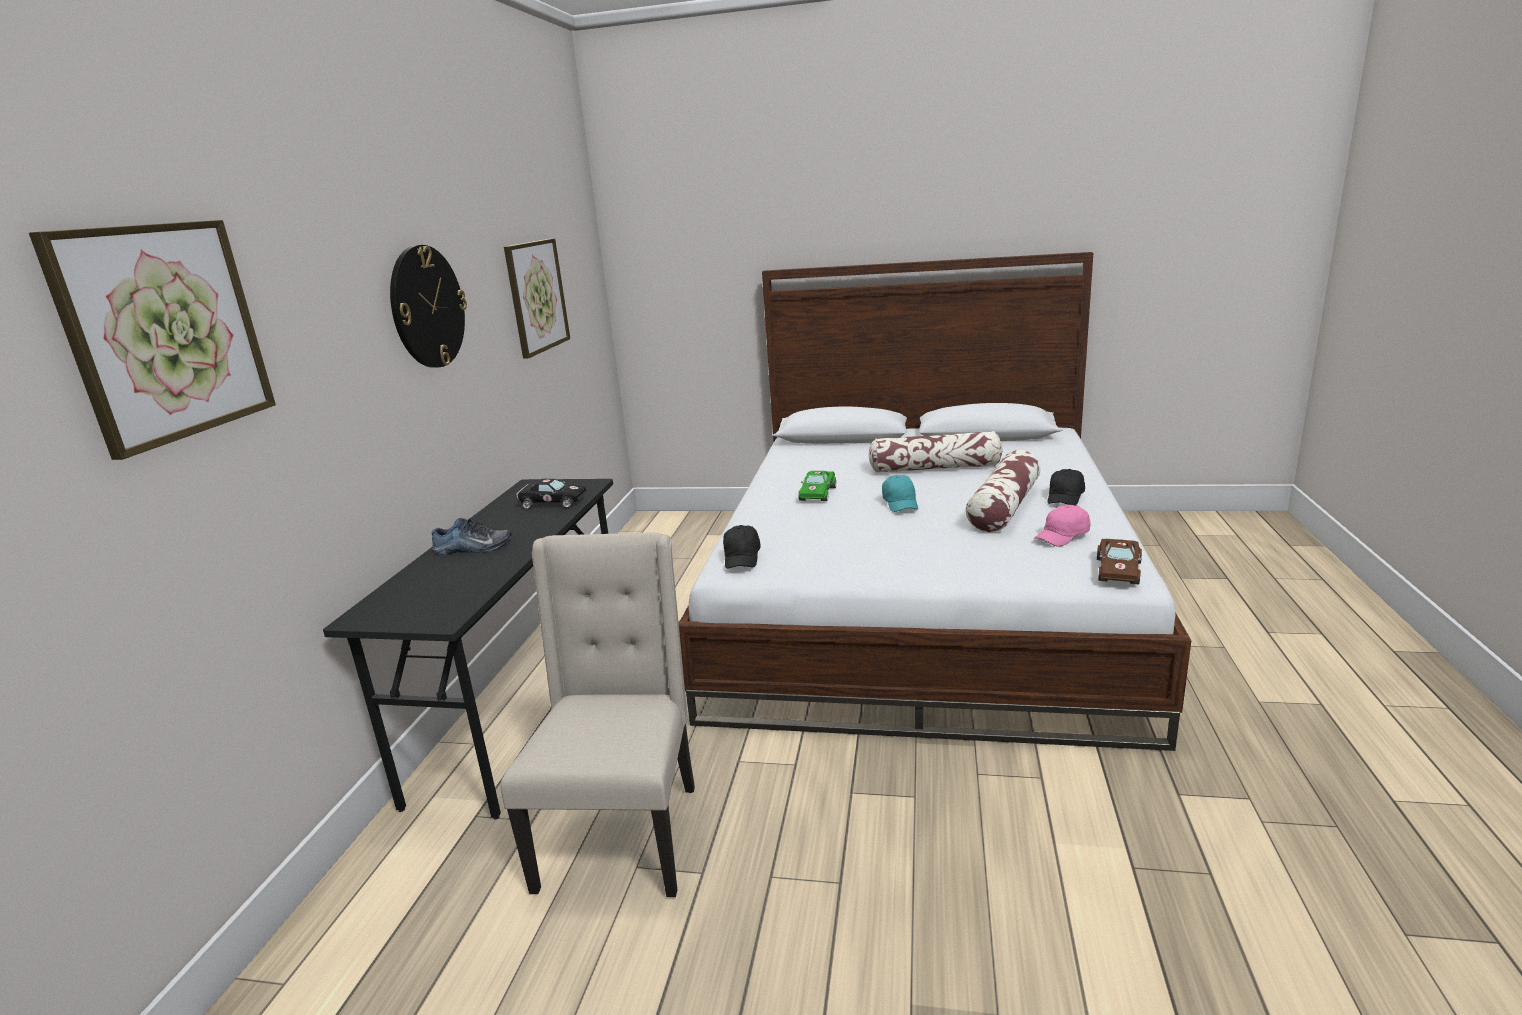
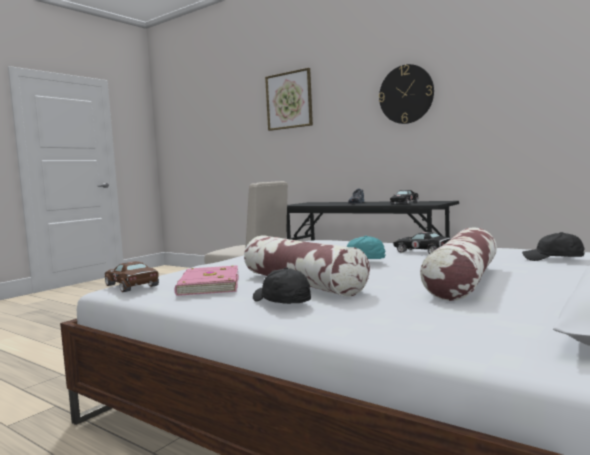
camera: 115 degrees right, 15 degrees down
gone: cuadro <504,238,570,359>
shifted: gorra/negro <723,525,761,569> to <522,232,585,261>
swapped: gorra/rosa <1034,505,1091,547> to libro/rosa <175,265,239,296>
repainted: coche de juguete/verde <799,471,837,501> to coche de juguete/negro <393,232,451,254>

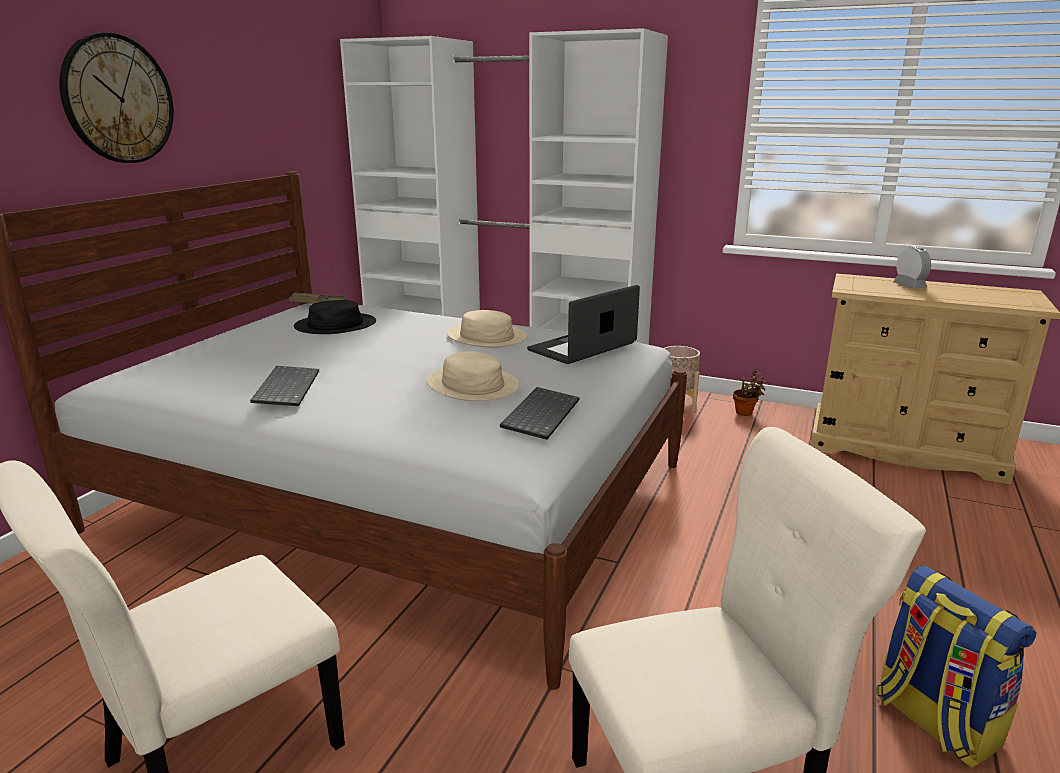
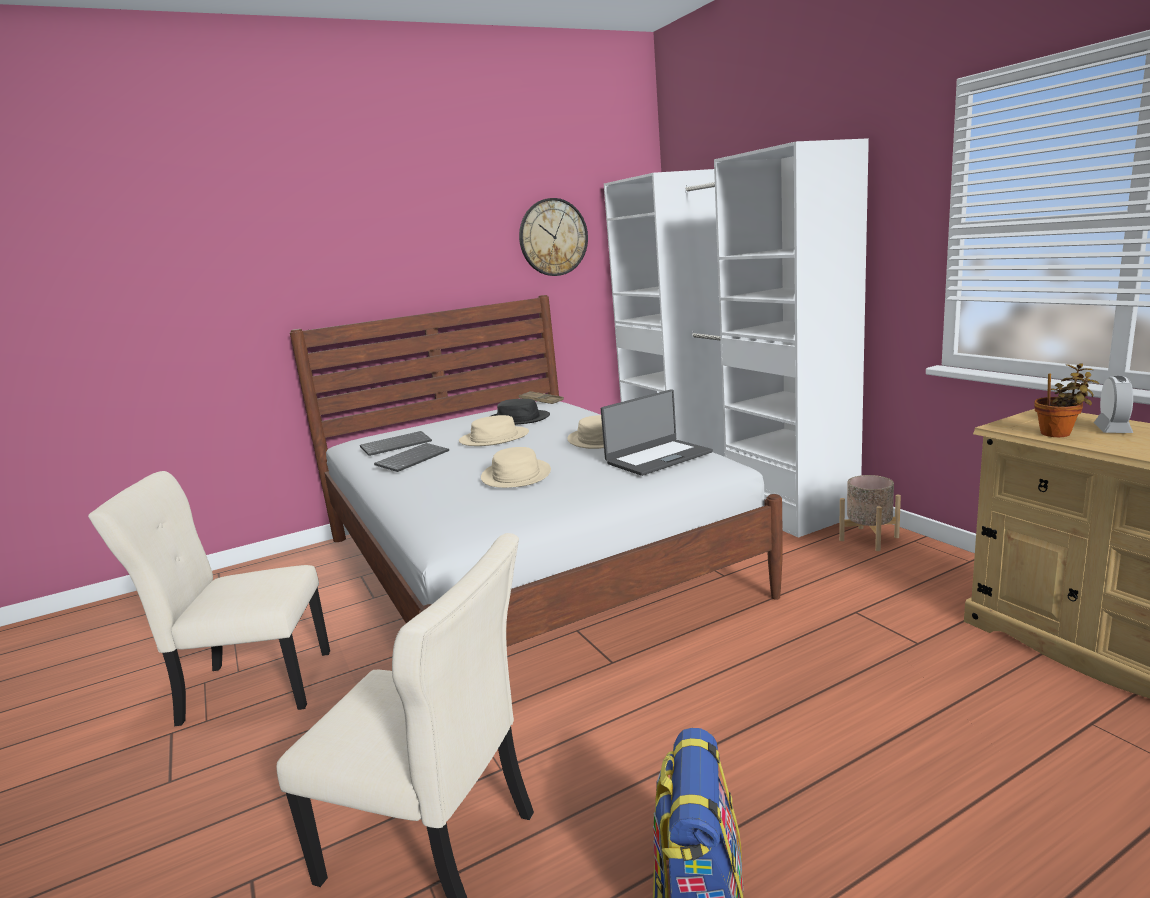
camera: 40 degrees right, 5 degrees down
new: sombrero/beis <459,415,529,446>
shifted: teclado <500,387,580,440> to <360,431,432,456>; reloj de pared <59,32,174,163> to <519,198,588,276>; planta en maceta <733,370,768,416> to <1035,364,1099,437>
rotated: portátil <527,285,640,364> = <601,389,713,476> 150 degrees clockwise

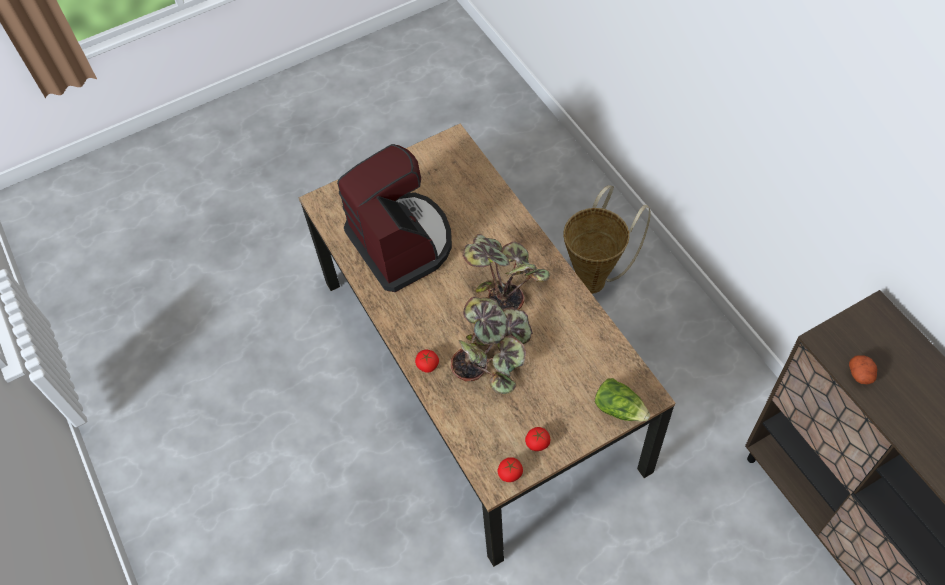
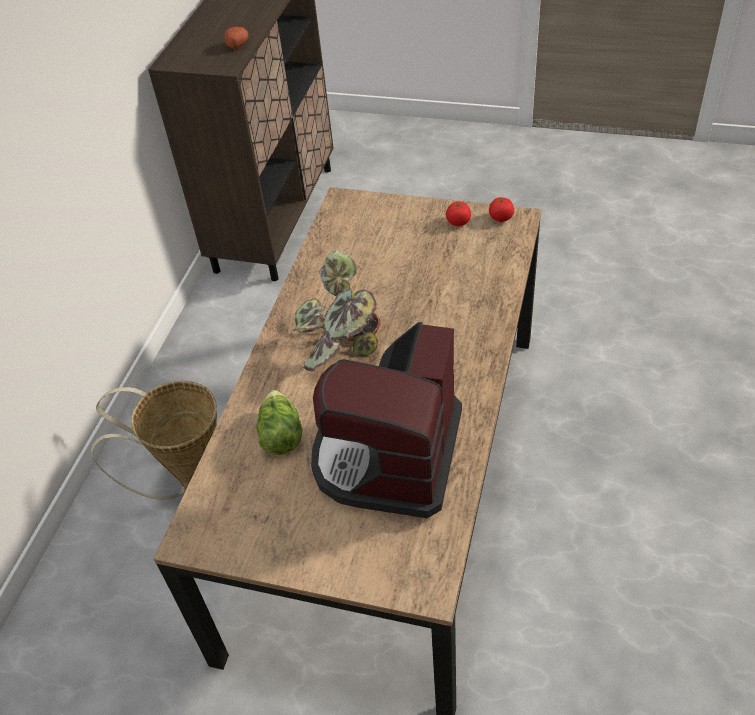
camera: 135 degrees left, 10 degrees down
gone: tomate <415,349,439,373>; planta en maceta <451,296,533,394>
shifted: lechuga <595,378,650,422> to <256,390,302,455>

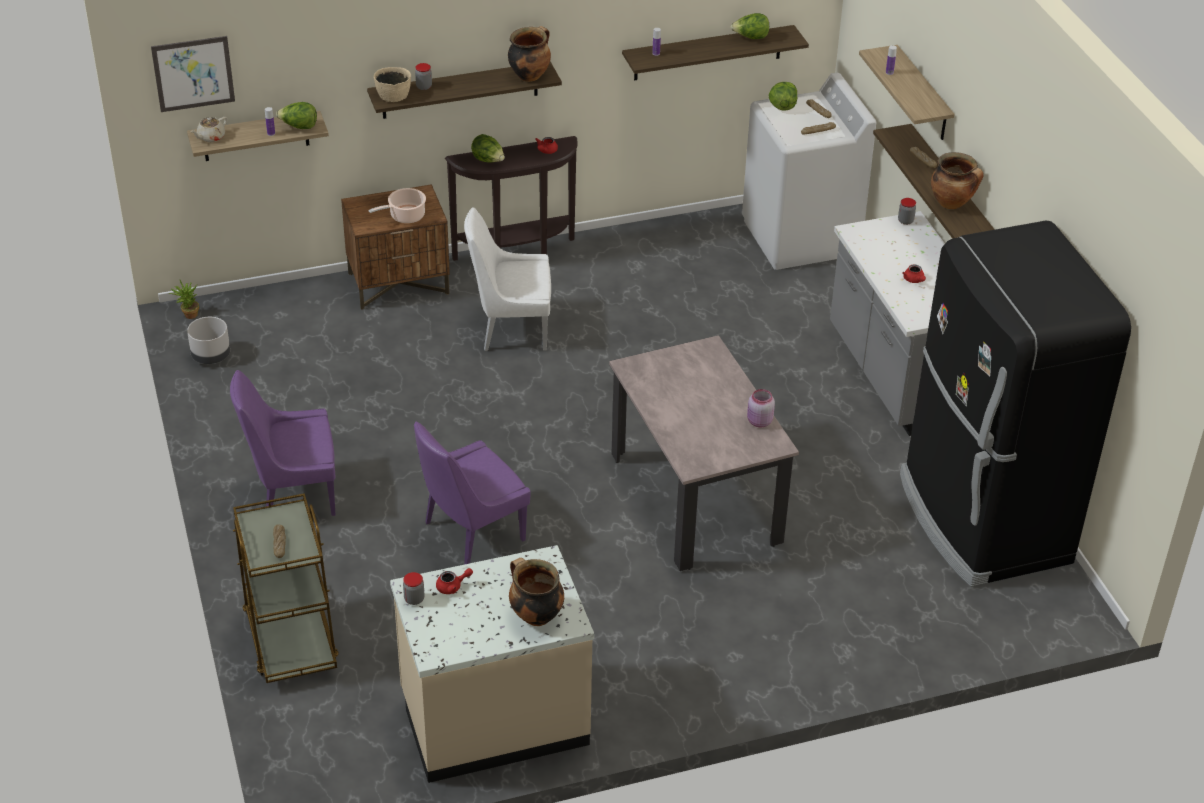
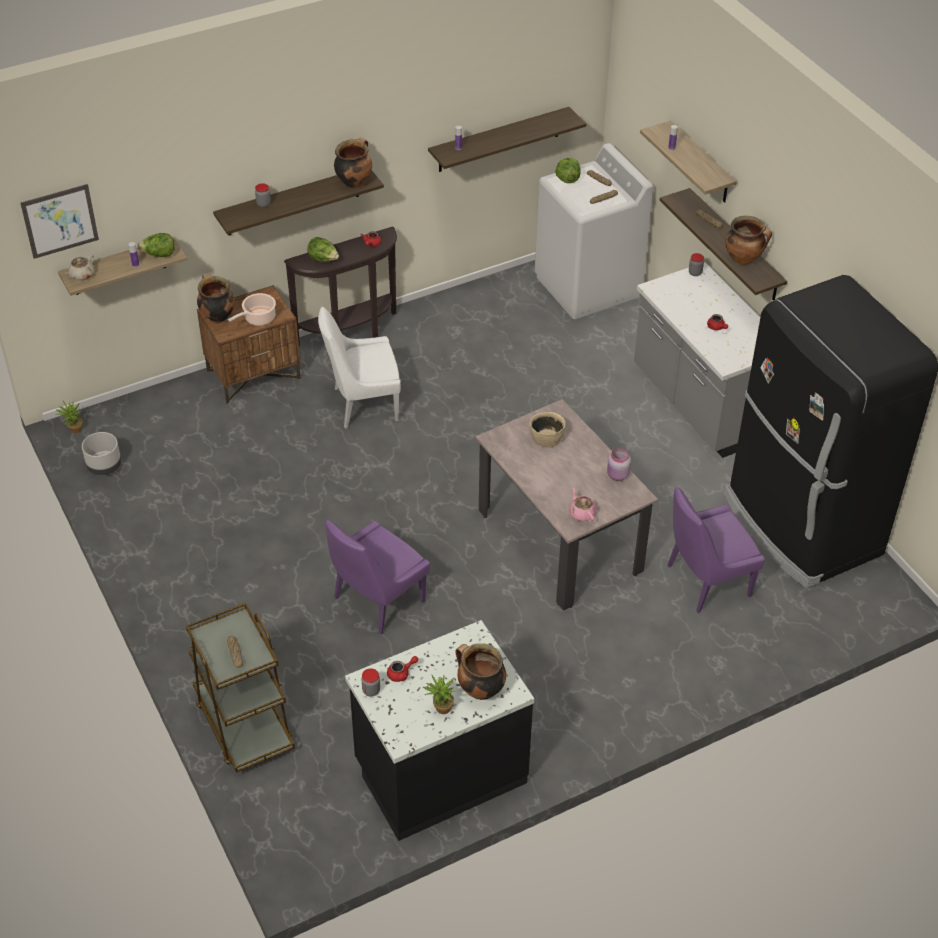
camera: 10 degrees left, 5 degrees up
gone: lechuga <731,13,769,39>
new: olla <197,274,235,323>; planta en maceta <423,674,456,714>; tetera/rosa <569,488,597,522>
shifted: cuenco/beis <374,67,411,102> to <530,412,566,448>; silla/morado <230,370,336,516> to <668,486,765,613>
repainted: mueble bajo de cocina/beis <390,545,594,783> to mueble bajo de cocina/negro <345,620,534,841>

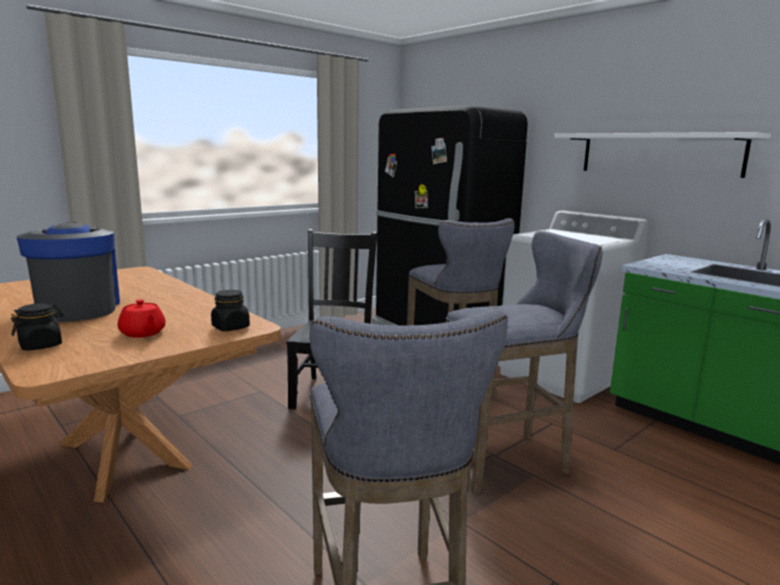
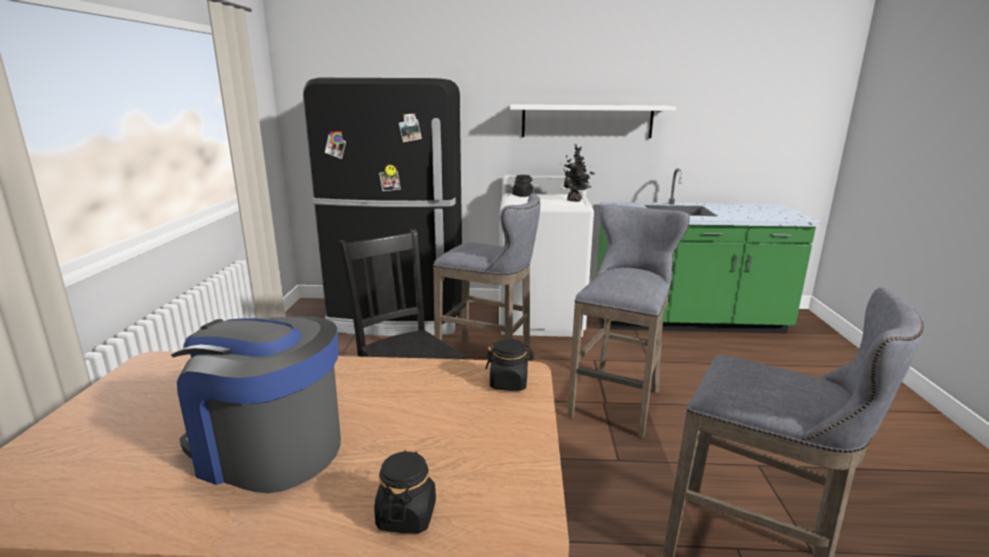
camera: 45 degrees left, 5 degrees up
gone: tetera/rojo <118,299,166,338>
new: tarro/negro <513,175,534,197>; planta en maceta <563,144,595,202>

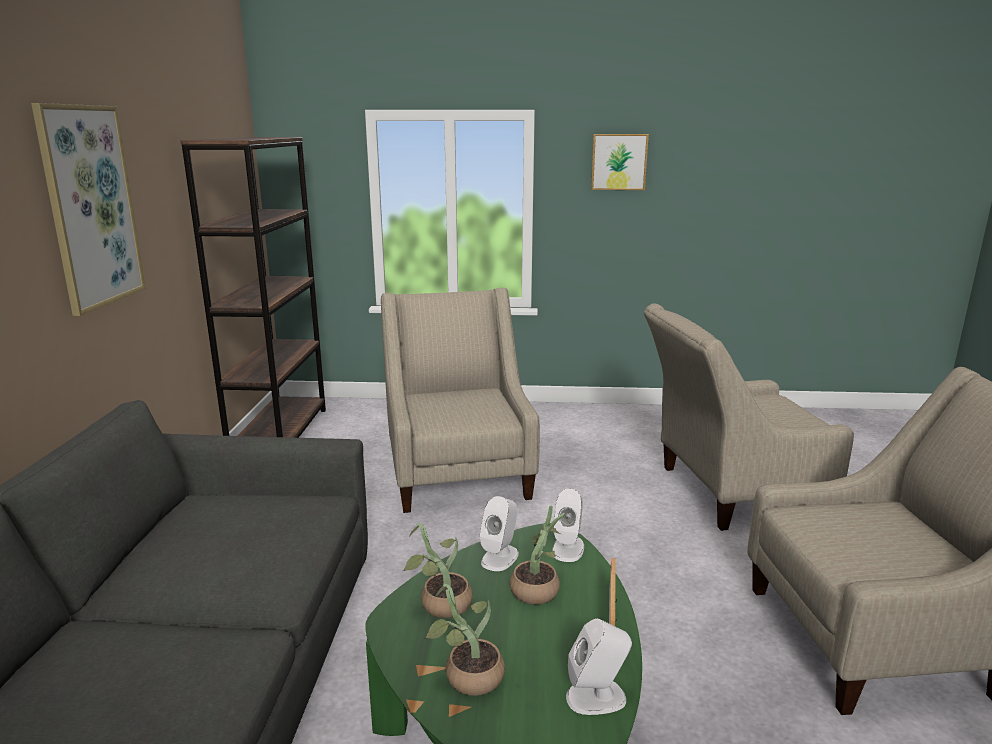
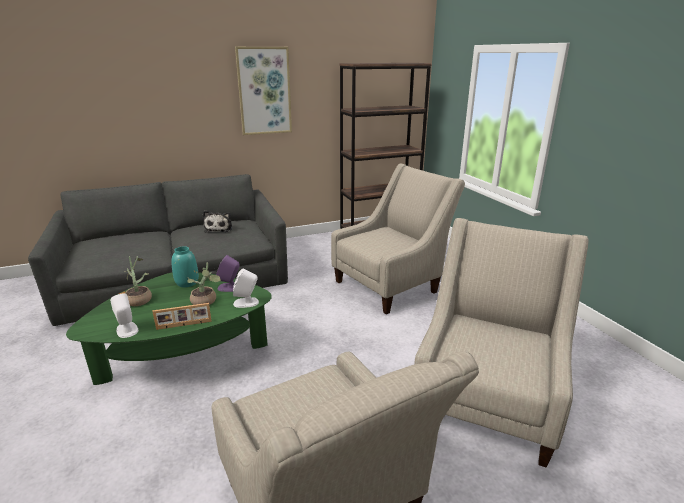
camera: 65 degrees right, 5 degrees up
gone: cuadro <591,134,649,190>
new: peluche <203,210,232,233>
swapped: planta en maceta <403,523,472,618> to florero/turquesa <172,246,199,287>
repainted: altavoz/blanco <479,496,519,571> to altavoz/morado <216,255,240,292>
rotated: sillón/beis <644,303,854,531> = <414,218,589,468> 60 degrees clockwise

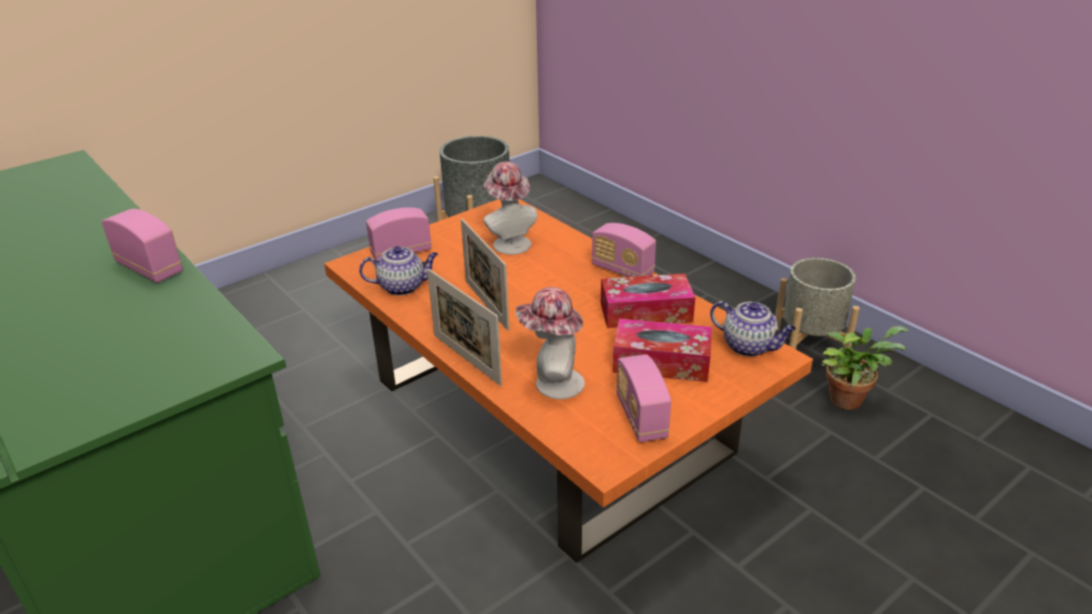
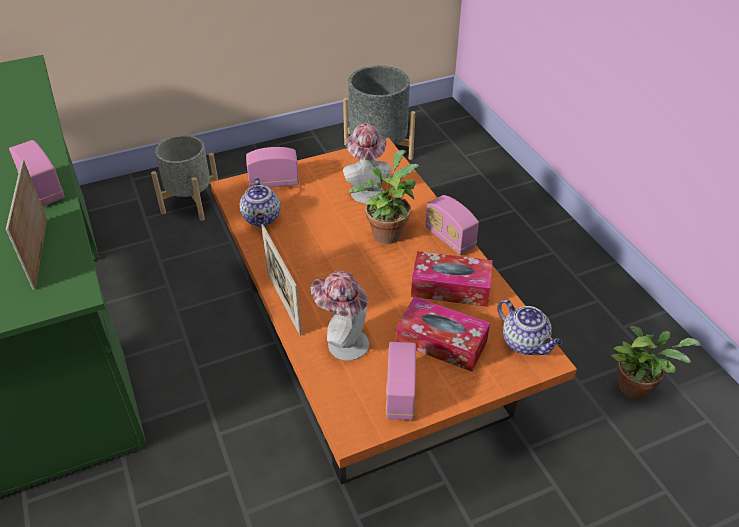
camera: 15 degrees right, 10 degrees up
new: planta en maceta <349,150,419,244>
shifted: portarretratos <461,219,509,331> to <6,160,47,290>; maceta/gris <775,258,860,352> to <151,135,218,221>
rotated: tetera <359,246,438,296> = <239,178,281,228> 75 degrees clockwise

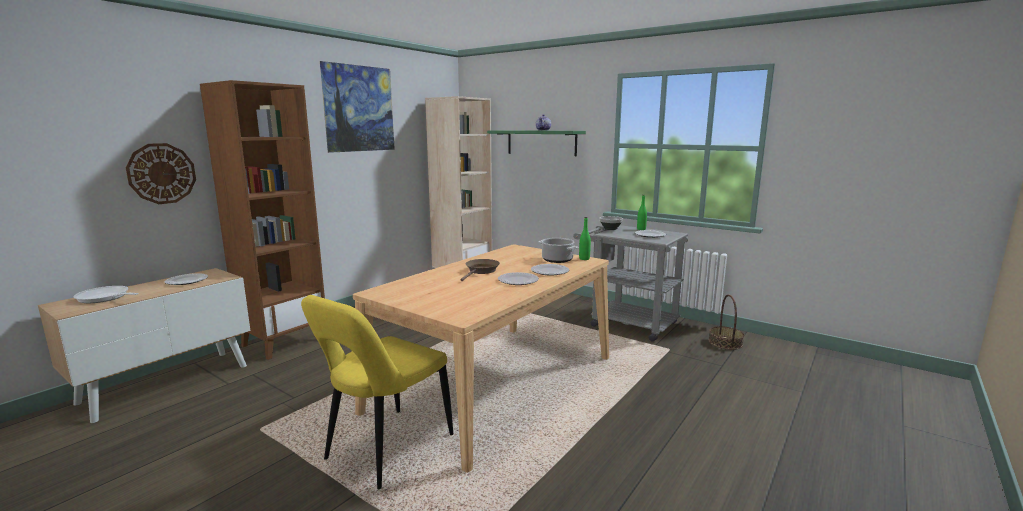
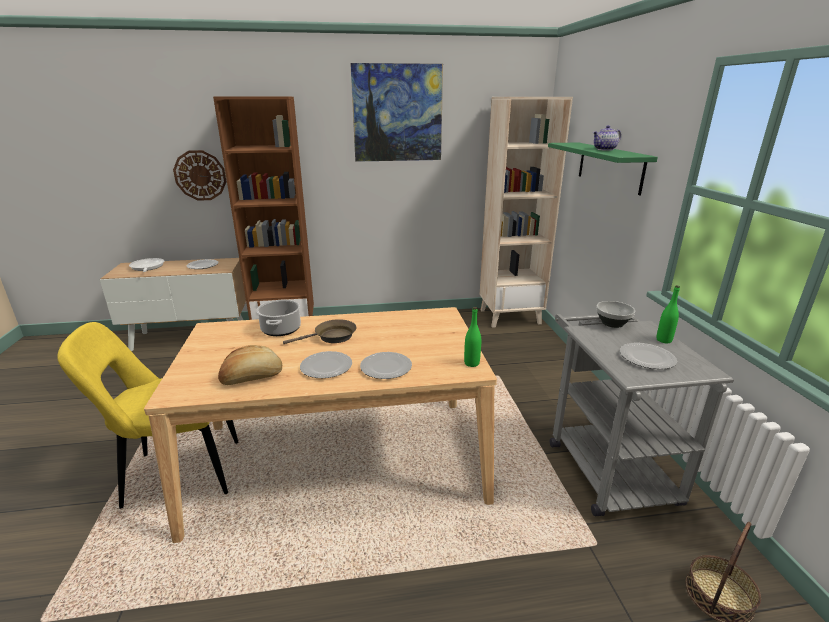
camera: 45 degrees right, 10 degrees up
new: pan <218,345,282,385>
shifted: olla <538,238,578,263> to <256,300,301,336>

